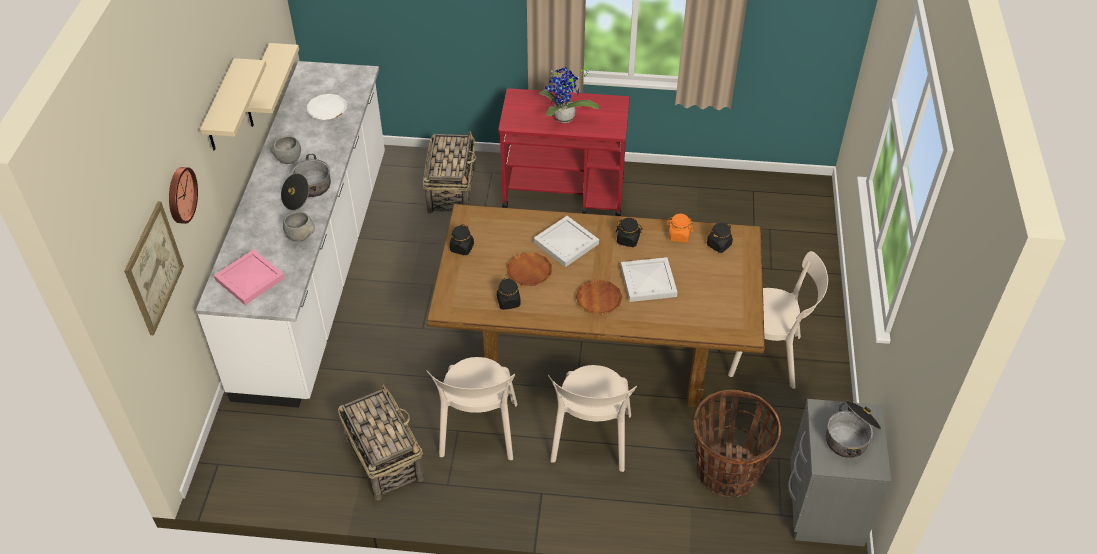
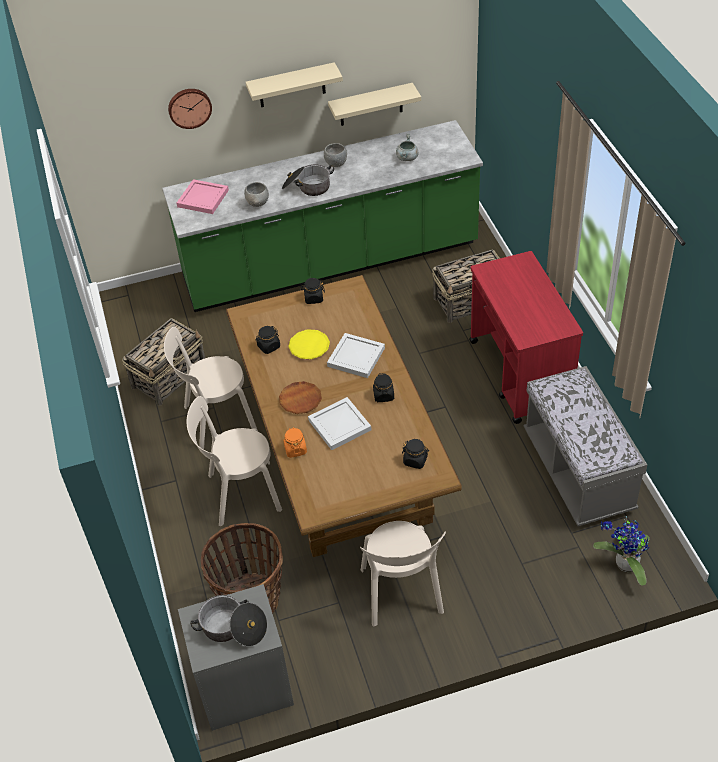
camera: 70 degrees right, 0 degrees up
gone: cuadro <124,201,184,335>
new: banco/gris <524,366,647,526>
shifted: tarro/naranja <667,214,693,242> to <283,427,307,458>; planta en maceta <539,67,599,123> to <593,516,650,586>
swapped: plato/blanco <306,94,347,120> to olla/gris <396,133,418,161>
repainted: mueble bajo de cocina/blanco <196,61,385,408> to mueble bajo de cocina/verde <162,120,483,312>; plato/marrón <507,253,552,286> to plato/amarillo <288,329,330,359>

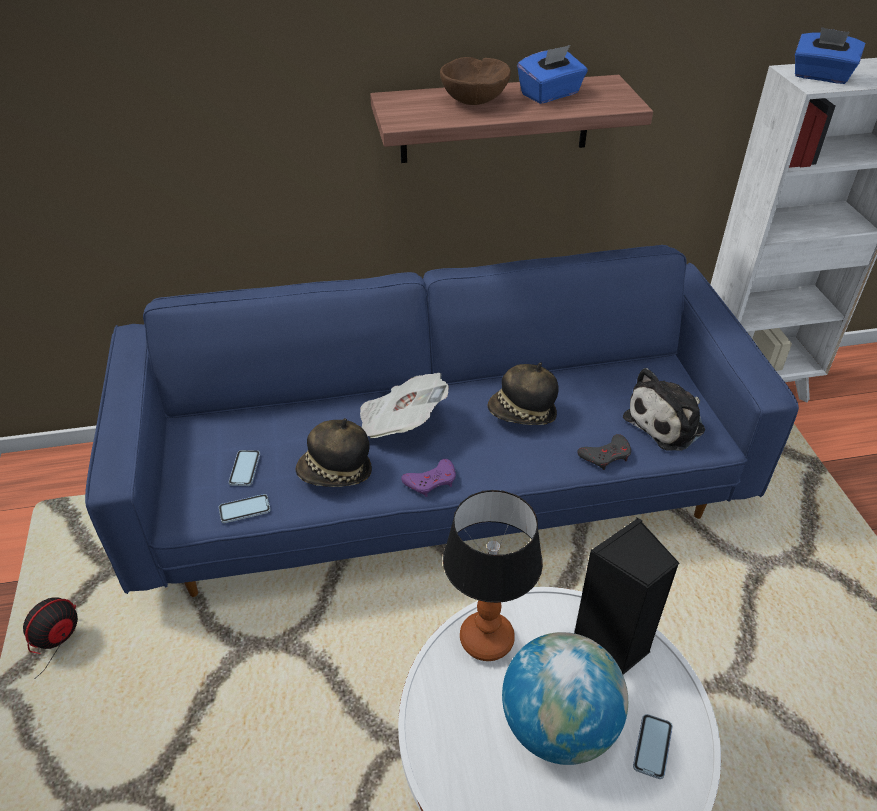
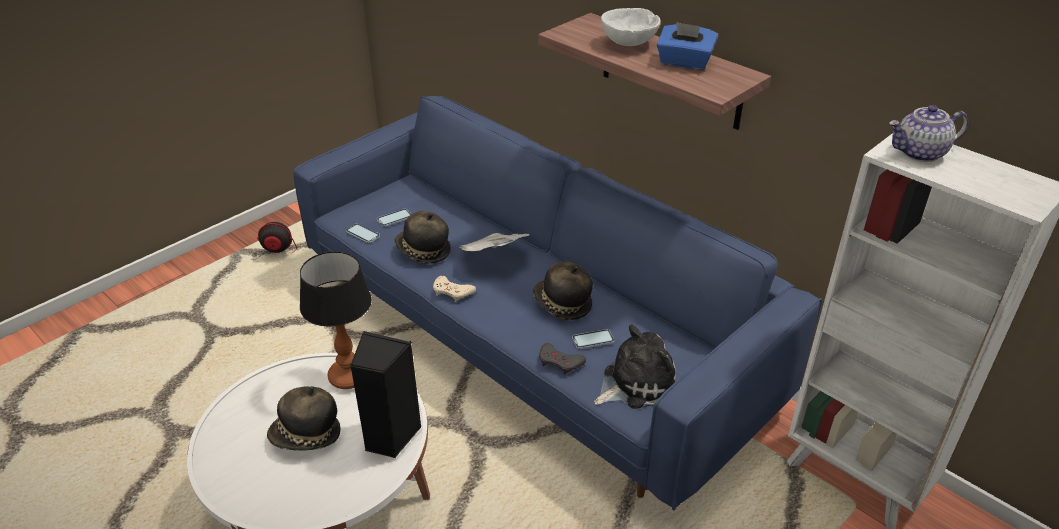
camera: 55 degrees right, 5 degrees down
shifted: móvil <633,714,673,779> to <572,329,615,349>
swapped: globo terráqueo <502,632,628,765> to sombrero <267,386,340,451>; caja de pañuelos/azul <795,27,865,84> to tetera <889,105,969,162>
repainted: mando de consola/morado <401,459,456,497> to mando de consola/beis <433,276,476,302>; cuenco/marrón <440,57,511,105> to cuenco/blanco <601,8,661,46>
rotated: peluche <623,368,705,451> = <594,325,676,409> 135 degrees clockwise

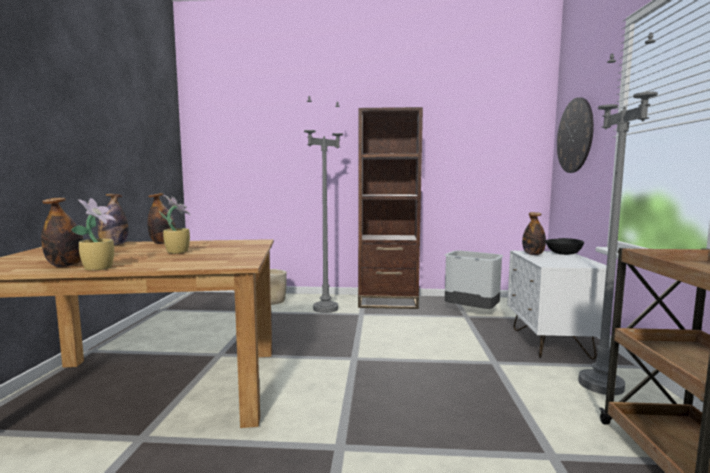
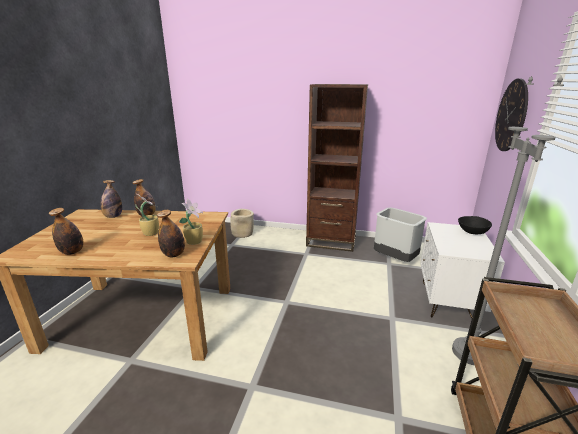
camera: 10 degrees right, 15 degrees up
gone: lámpara de pie/gris <304,96,343,313>
shifted: botella <522,212,546,255> to <157,210,185,257>; planta en maceta <71,198,117,271> to <179,198,203,245>

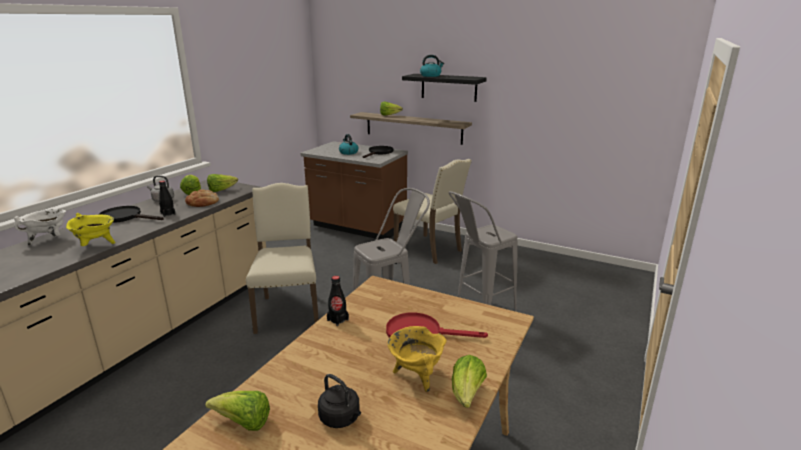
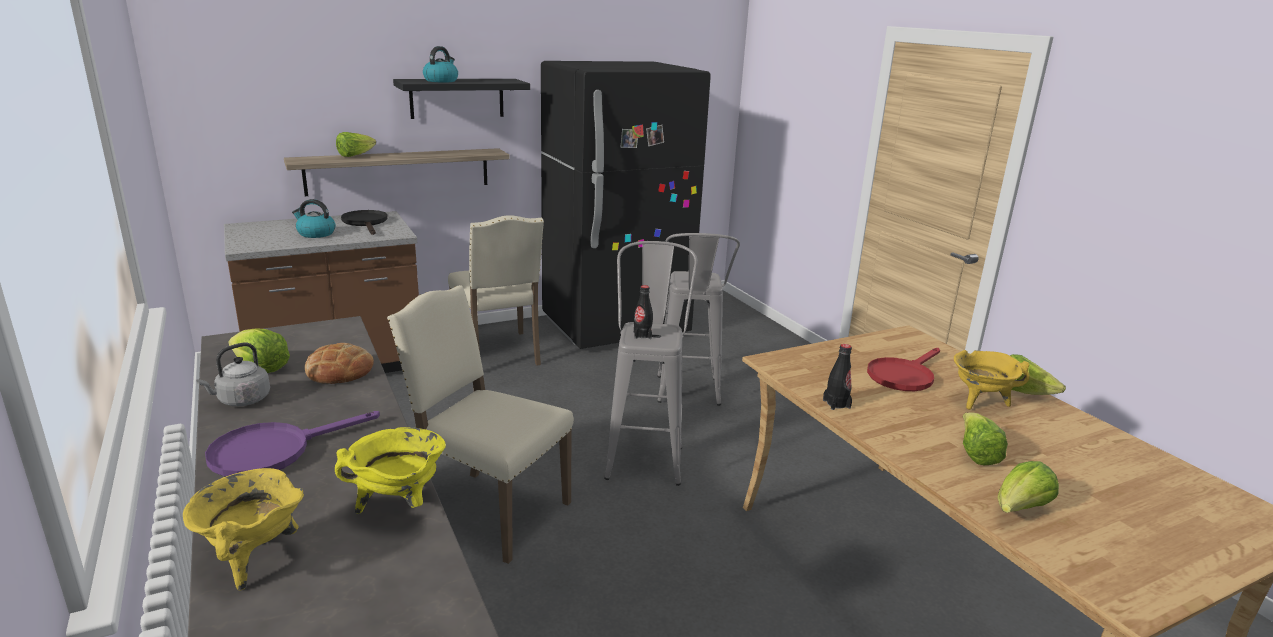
camera: 55 degrees left, 0 degrees up
gone: hervidor/negro <318,374,361,428>
new: nevera/negro <541,61,711,349>
shifted: botella/negro <159,181,176,217> to <634,285,653,339>; lechuga <207,174,238,192> to <963,412,1008,465>
repainted: olla/blanco <14,209,66,246> to olla/amarillo <183,468,304,591>; sartén/negro <98,206,164,223> to sartén/morado <205,411,380,477>
rotated: silla/beis <393,159,472,264> = <448,215,544,366> 75 degrees clockwise

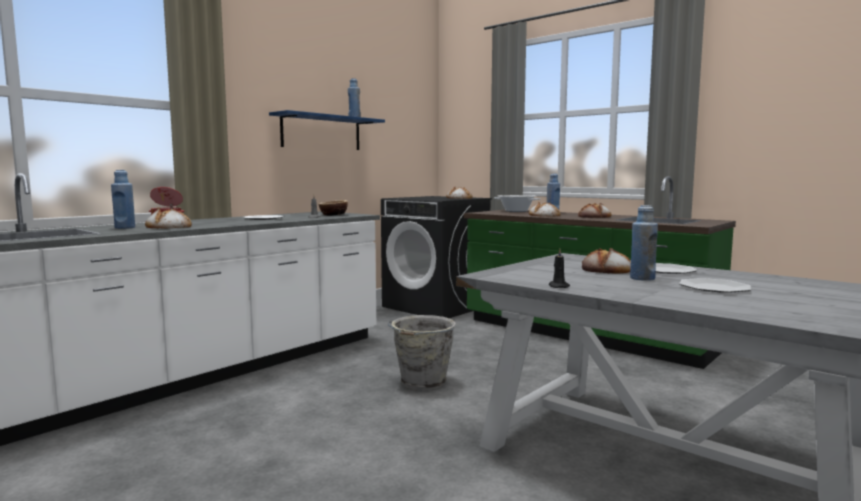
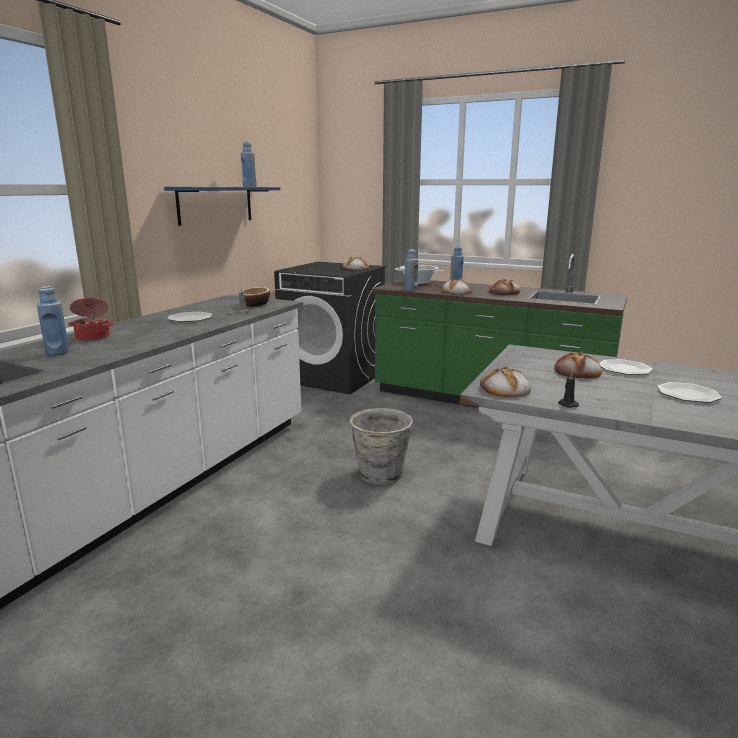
camera: 15 degrees left, 10 degrees up
shifted: botella/azul <630,205,658,281> to <405,249,418,291>; pan <145,208,192,229> to <480,367,531,397>

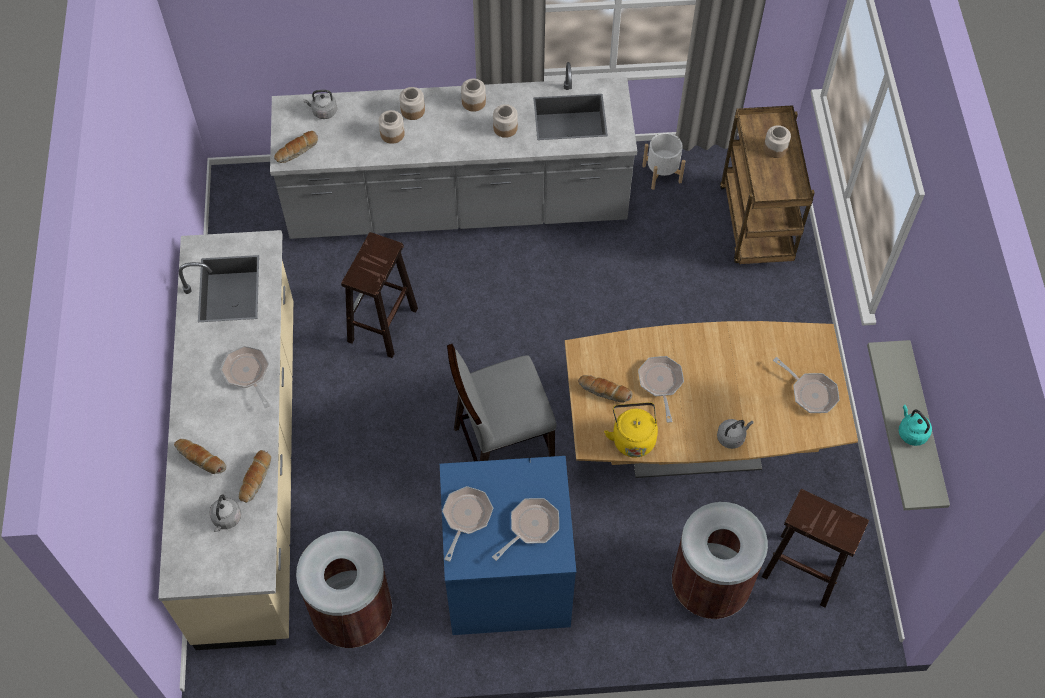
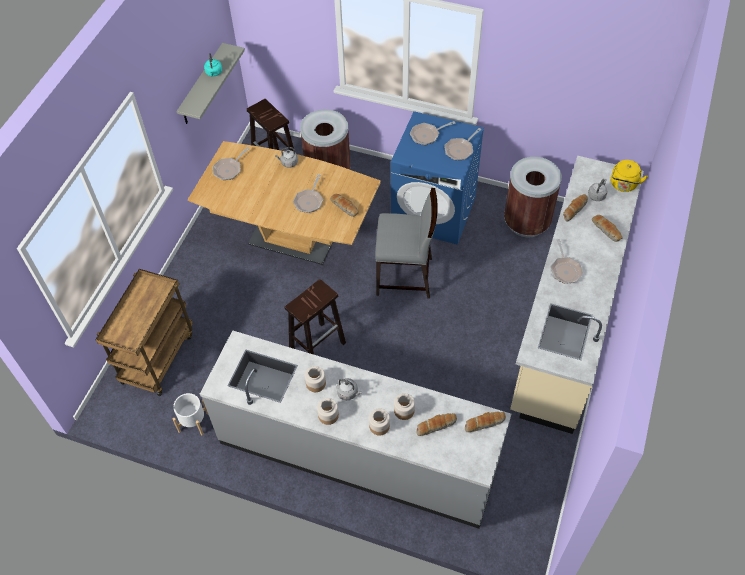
camera: 155 degrees left, 5 degrees down
gone: tarro <764,125,791,158>
new: pan <416,413,457,436>
shifted: taburete/marrón <341,232,418,358> to <284,279,346,355>; hervidor/gris <303,90,337,119> to <336,378,362,400>; hervidor/amarillo <604,402,658,458> to <611,160,648,192>
rotated: sartén <773,357,840,413> = <213,147,250,180> 120 degrees counterclockwise

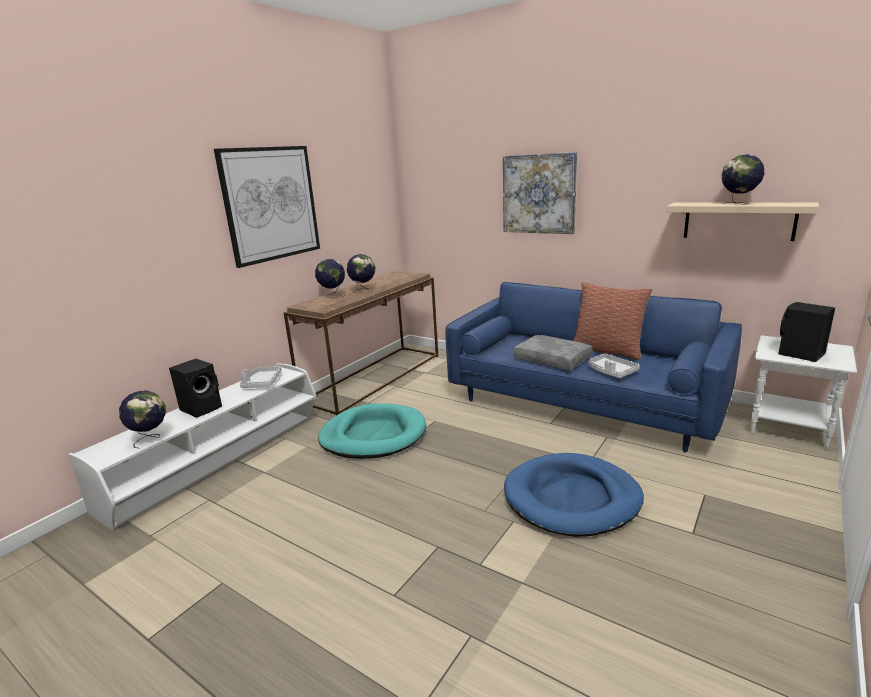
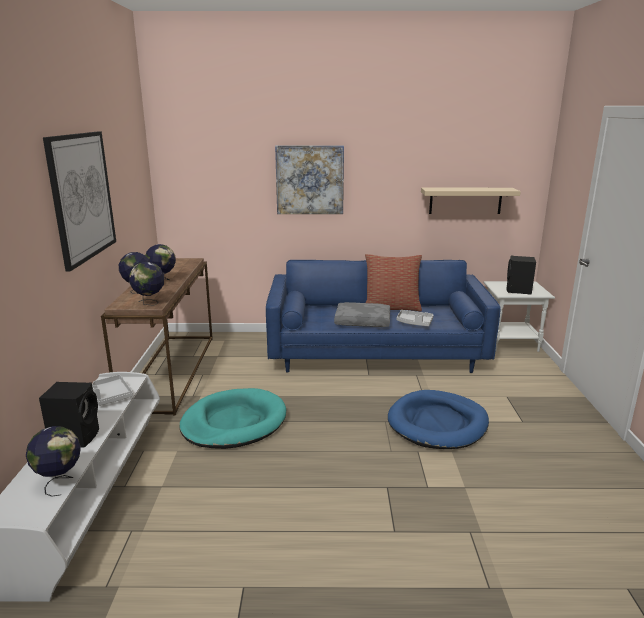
camera: 35 degrees left, 0 degrees up
shifted: globo terráqueo <722,154,765,205> to <129,262,164,306>

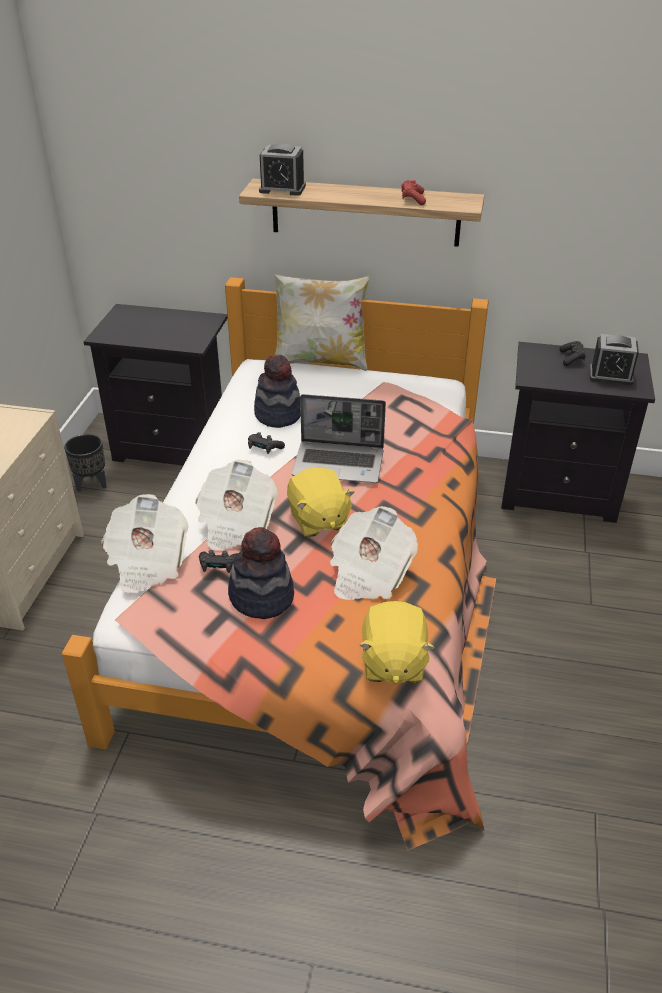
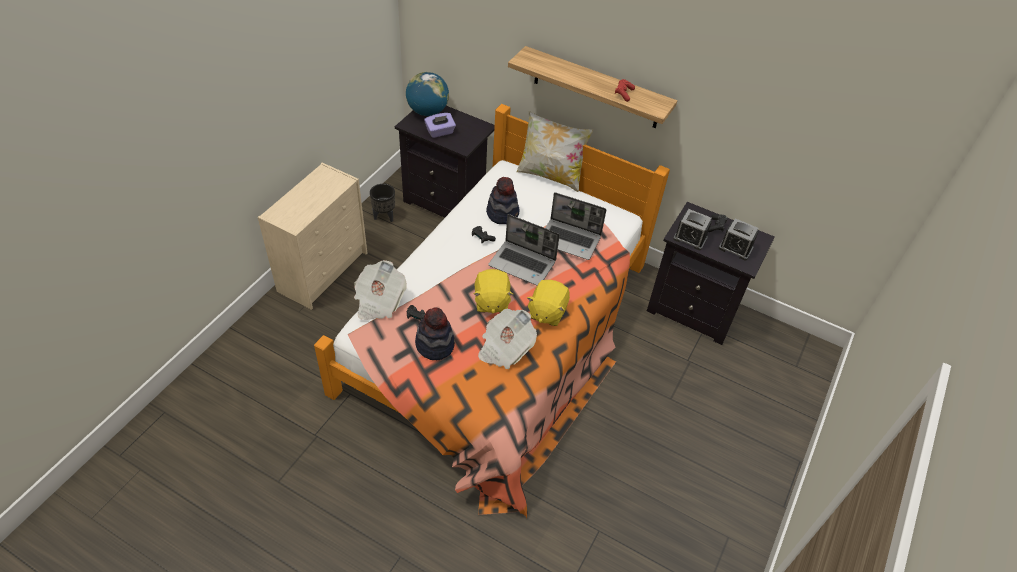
camera: 15 degrees right, 10 degrees up
gone: periódico <195,460,278,550>
new: globo terráqueo <406,72,449,116>; caja de pañuelos/morado <424,113,456,138>; portátil <545,192,606,260>
shifted: peluche/amarillo <359,601,435,684> to <527,280,570,326>; despertador <259,144,306,196> to <673,209,712,250>

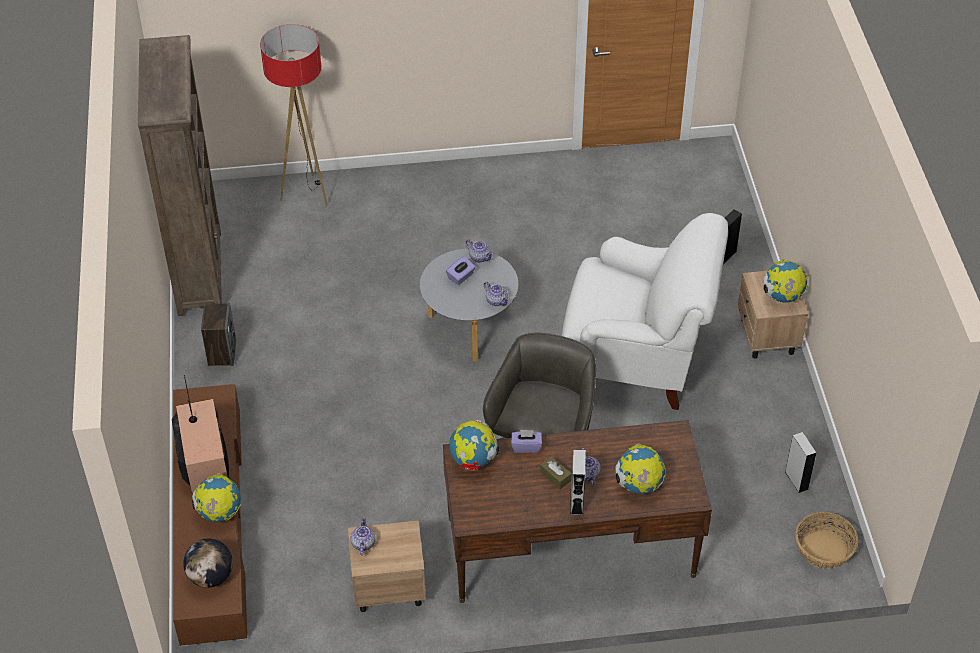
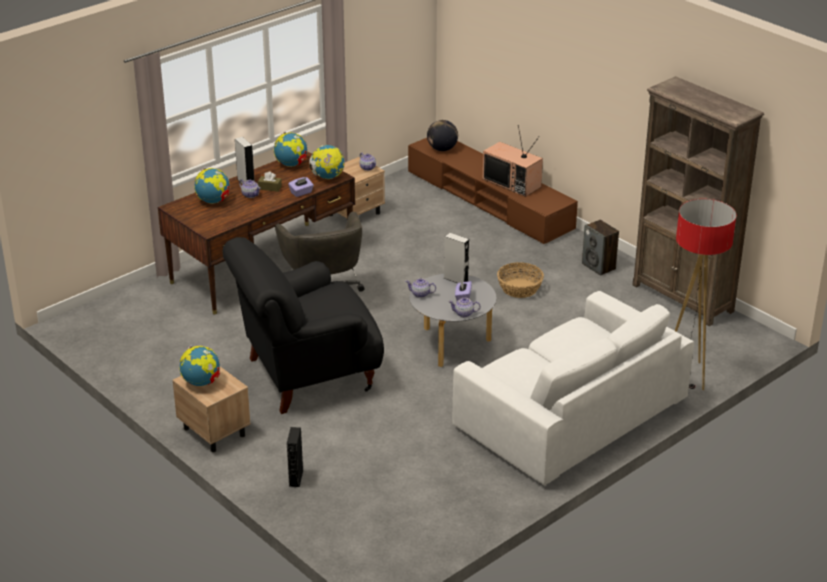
camera: 145 degrees right, 15 degrees down
new: sofá/blanco <452,291,694,485>
shifted: globo terráqueo <192,473,241,522> to <274,131,308,167>; altavoz/gris <785,432,817,493> to <444,233,469,283>; cesta <796,512,858,569> to <497,262,544,298>
repainted: sillón/blanco <562,213,728,410> to sillón/negro <223,237,384,414>

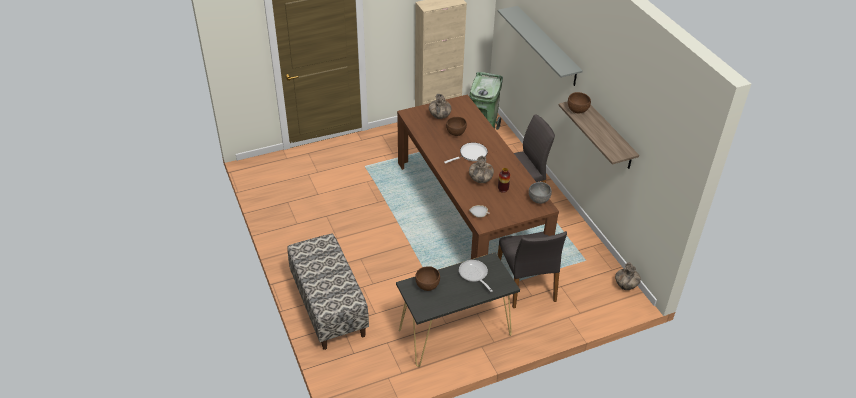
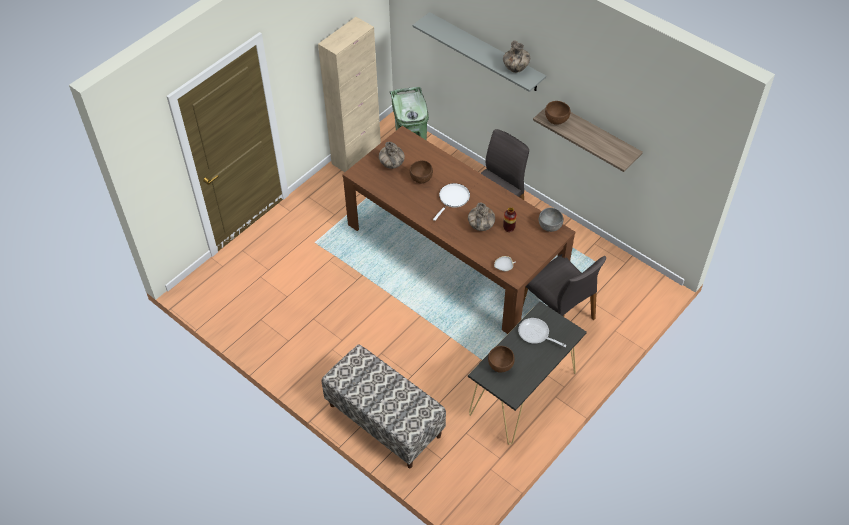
camera: 25 degrees left, 10 degrees up
shifted: florero <615,262,641,290> to <503,41,530,73>

